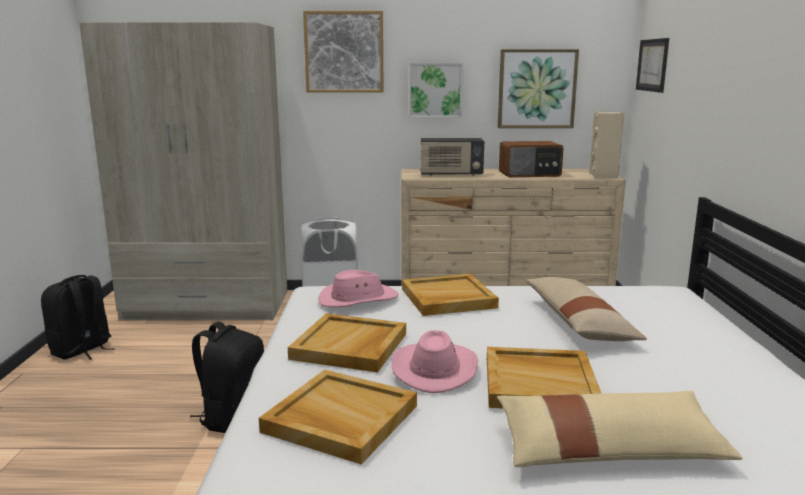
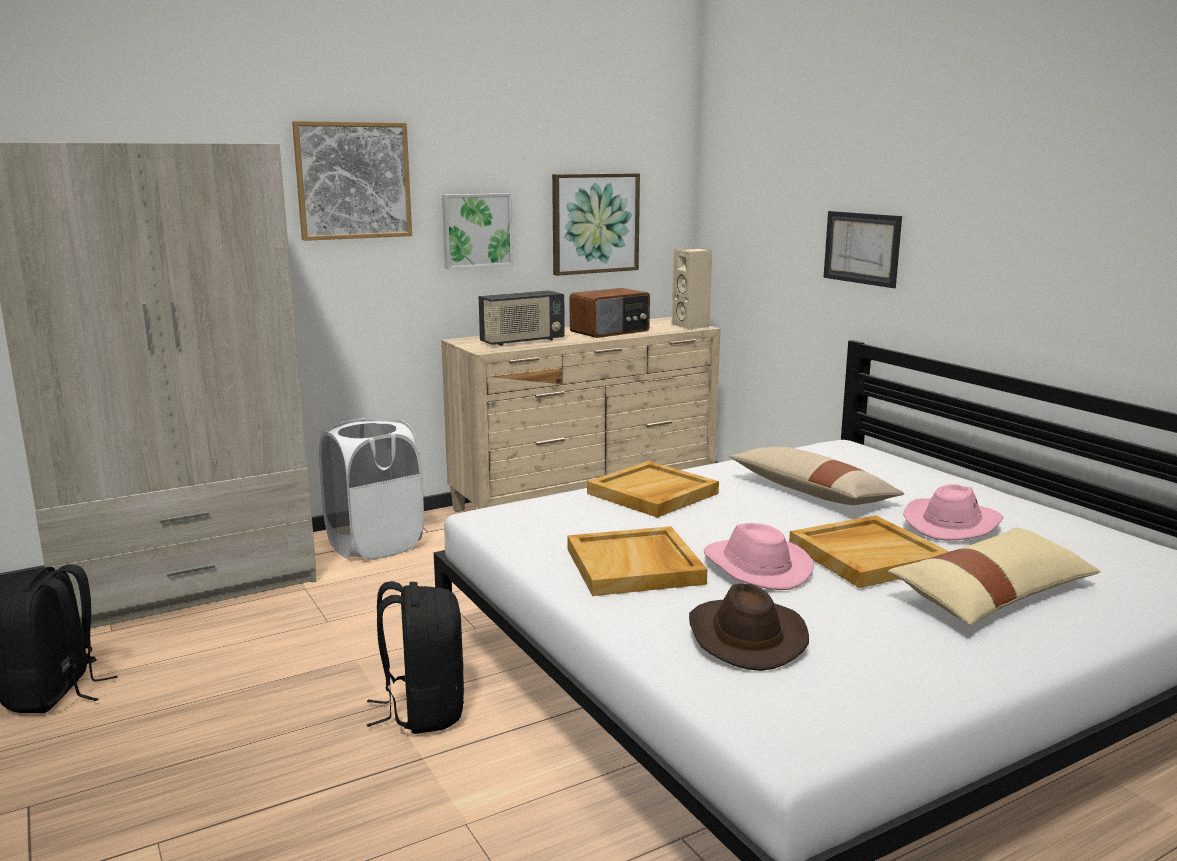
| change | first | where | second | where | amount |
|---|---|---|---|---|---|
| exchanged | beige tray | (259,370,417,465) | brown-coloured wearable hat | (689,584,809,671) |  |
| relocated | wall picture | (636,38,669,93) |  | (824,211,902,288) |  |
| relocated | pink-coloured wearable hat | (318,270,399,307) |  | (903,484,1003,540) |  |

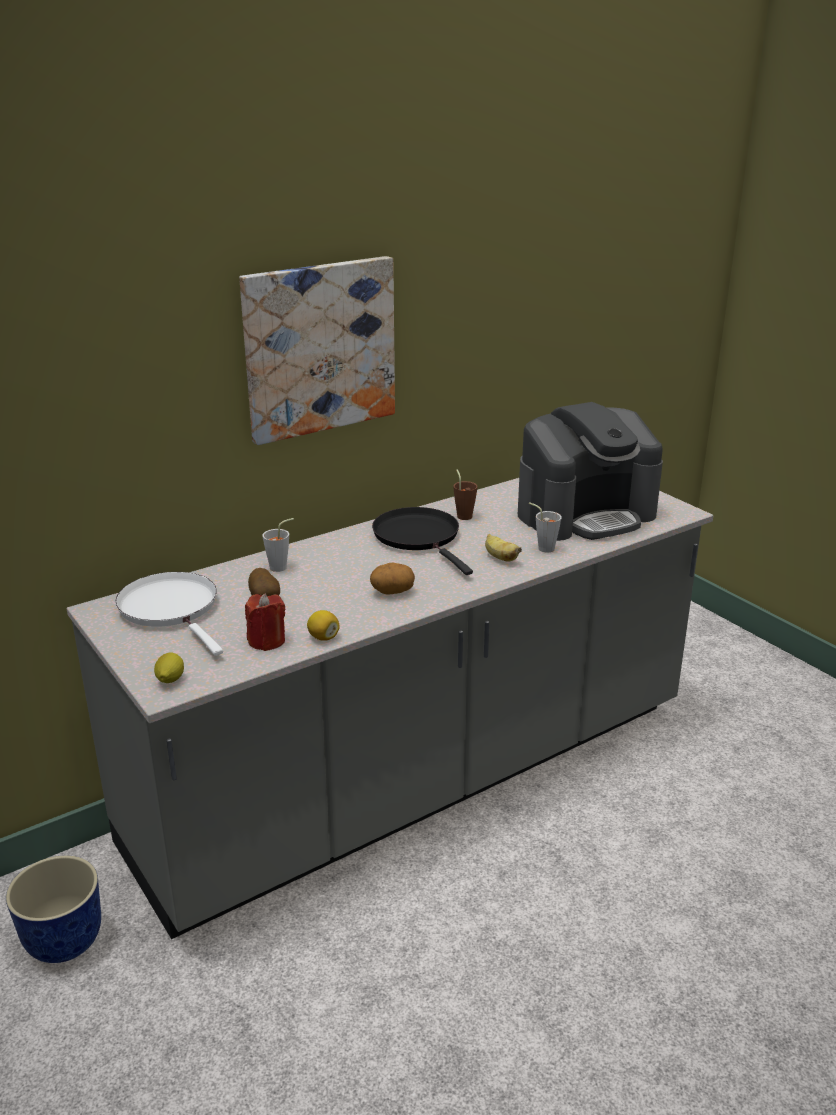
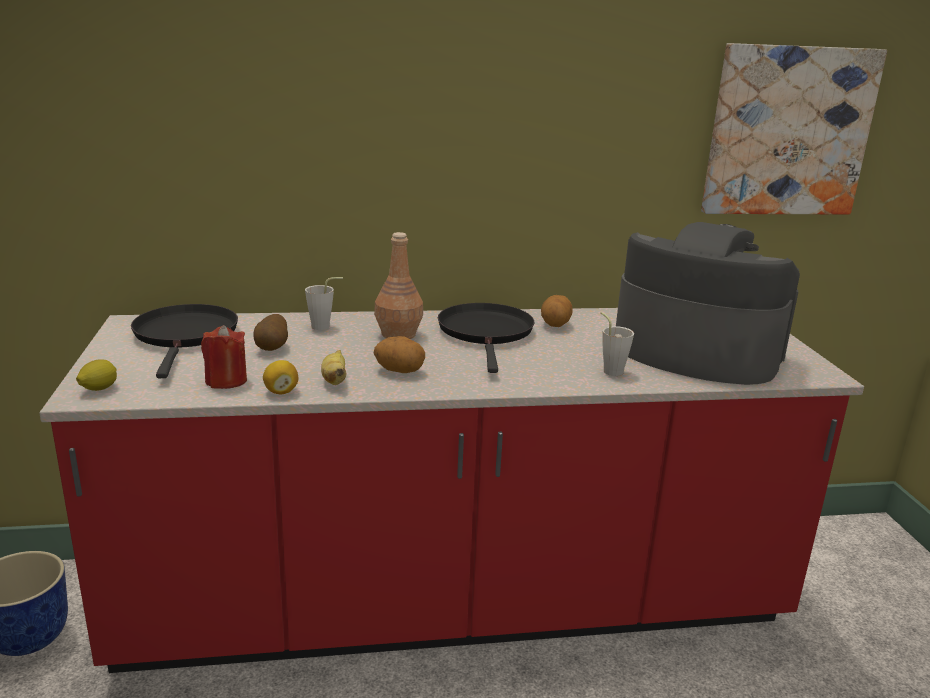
| change | first | where | second | where | amount |
|---|---|---|---|---|---|
| colour | grey kitchen base unit | (67,478,713,939) | reddish kitchen base unit | (39,308,864,673) |  |
| colour | white-coloured frying pan | (115,572,223,656) | black-coloured frying pan | (131,304,238,378) |  |
| relocated | whole banana | (485,534,522,561) |  | (321,350,346,385) |  |
| appeared |  |  | brown-coloured drink bottle | (374,232,423,339) |  |
| exchanged | brown-coloured drinking cup | (453,470,478,520) | whole potato | (541,295,573,327) |  |
| spun | coffee maker | (518,402,663,541) |  | (616,222,800,385) | 150 degrees counterclockwise |
| relocated | wall picture | (239,256,395,445) |  | (701,43,887,215) |  |

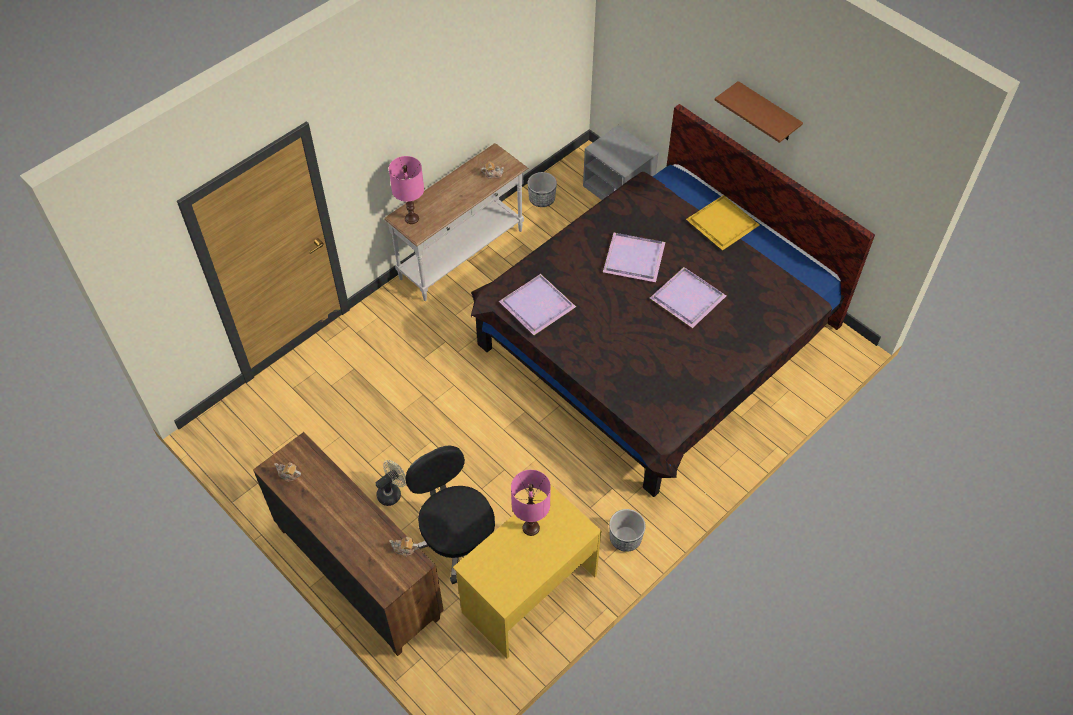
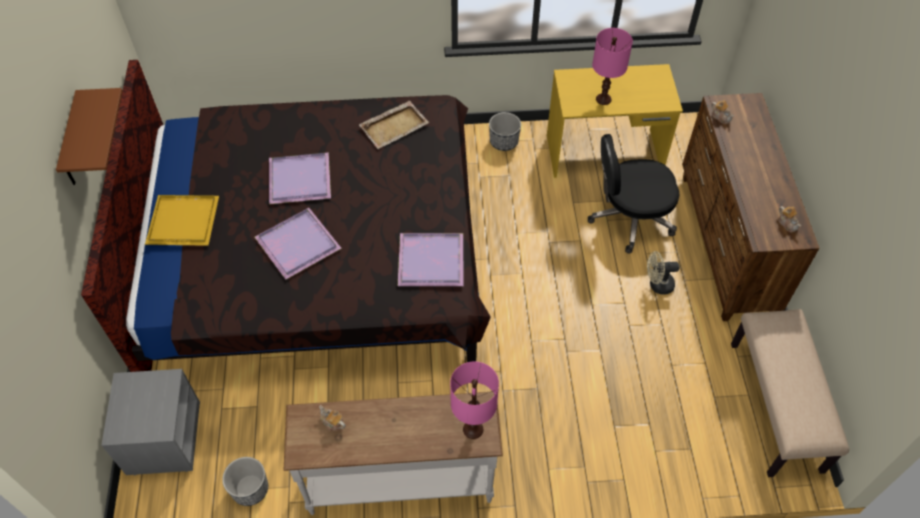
| change | first | where | second | where | amount |
|---|---|---|---|---|---|
| appeared |  |  | beige tray | (359,101,429,149) |  |
| spun | black-coloured office chair | (406,446,495,584) |  | (588,134,680,253) | 75 degrees clockwise |
| appeared |  |  | beige long seat | (731,309,849,477) |  |

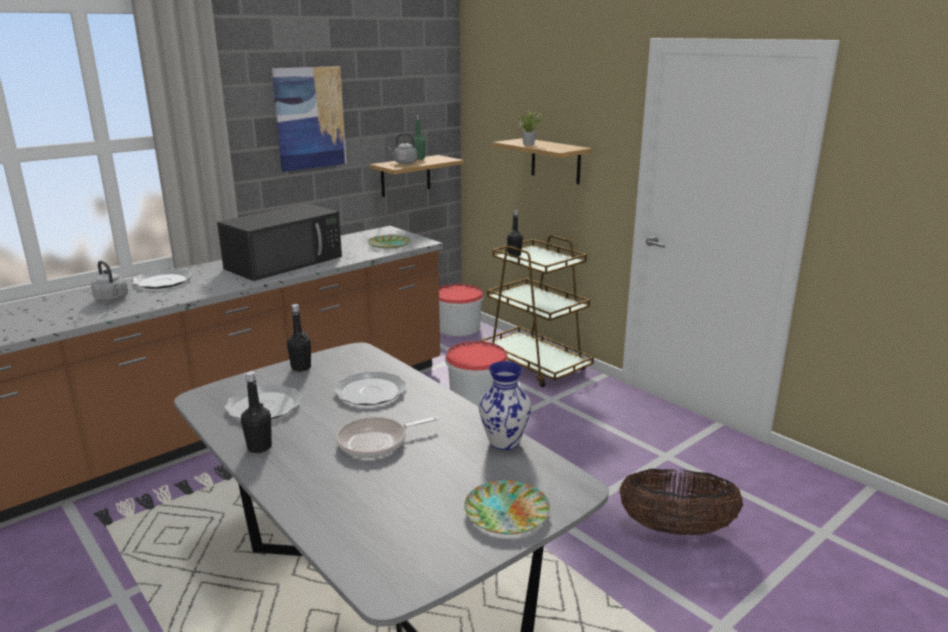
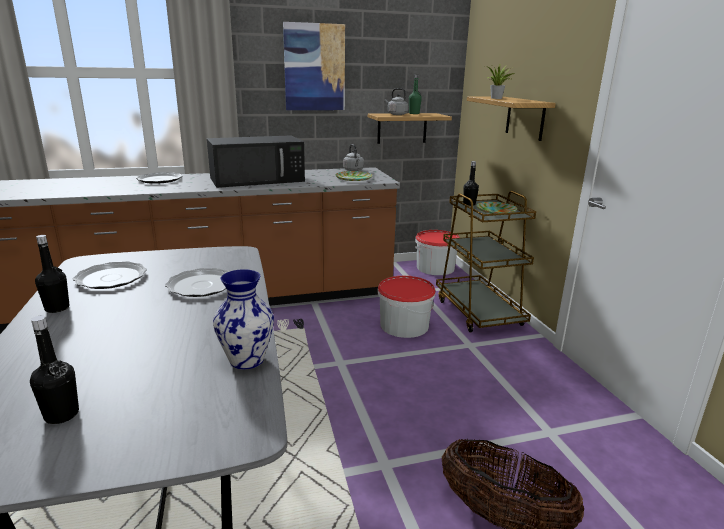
| change | first | where | second | where | amount |
|---|---|---|---|---|---|
| relocated | black-coloured drink bottle | (287,304,311,372) |  | (30,316,79,424) |  |
| relocated | grey water kettle | (91,261,128,302) |  | (343,144,364,171) |  |
| relocated | dinner plate | (464,480,550,535) |  | (476,202,517,214) |  |
| missing | frying pan | (336,417,439,458) |  |  |  |

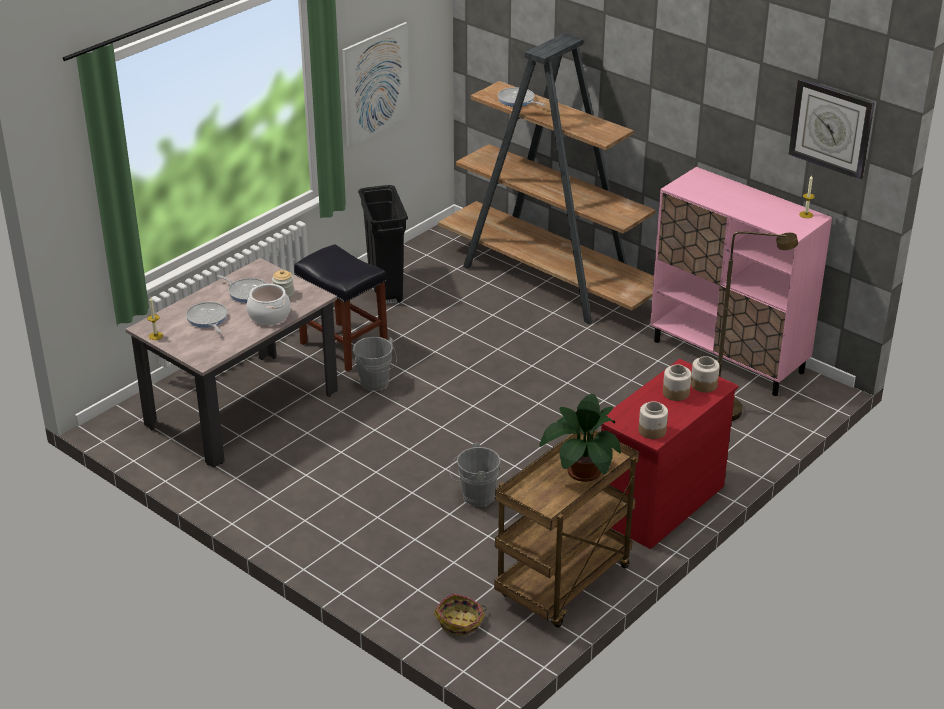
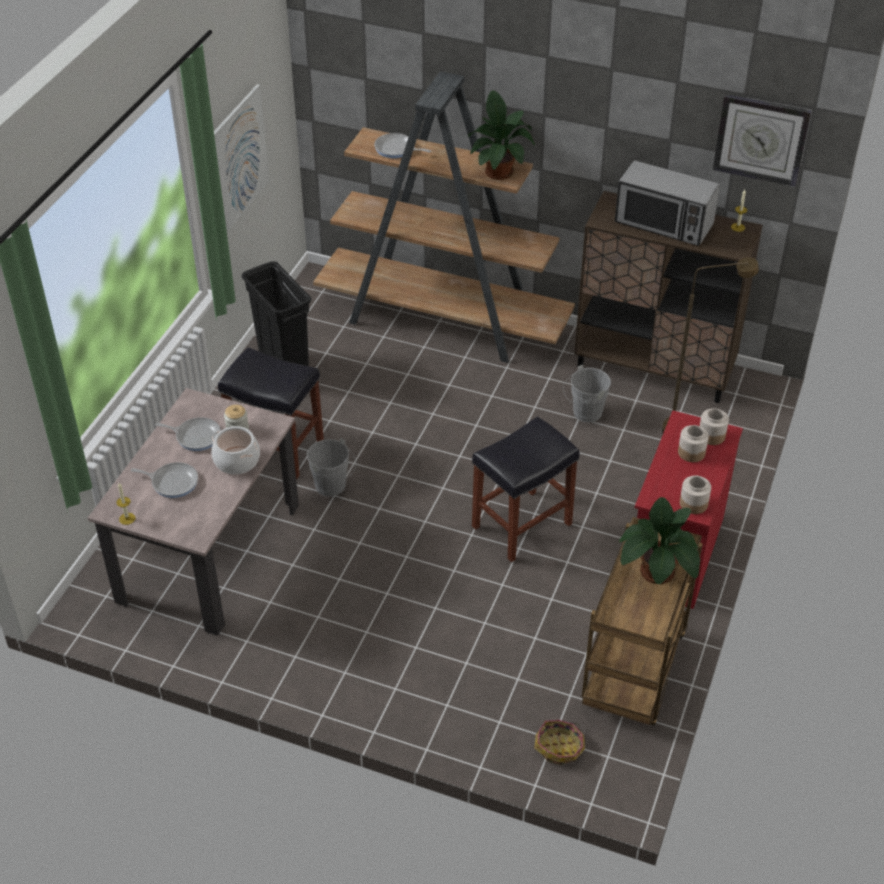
| change | first | where | second | where | amount |
|---|---|---|---|---|---|
| spun | frying pan | (186,302,227,333) |  | (131,462,198,498) | 150 degrees clockwise |
| appeared |  |  | houseplant | (468,90,535,180) |  |
| appeared |  |  | black-coloured stool seat | (472,416,580,562) |  |
| relocated | grey water bucket | (449,443,501,507) |  | (563,365,611,422) |  |
| colour | pink-coloured cupboard | (650,167,832,396) | brown-coloured cupboard | (574,191,763,403) |  |
| appeared |  |  | kitchen microwave | (615,161,720,246) |  |

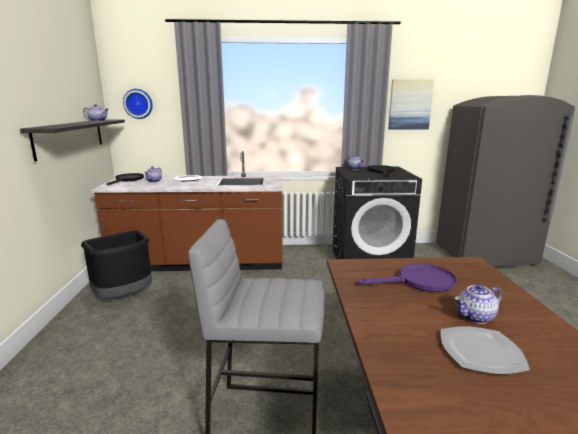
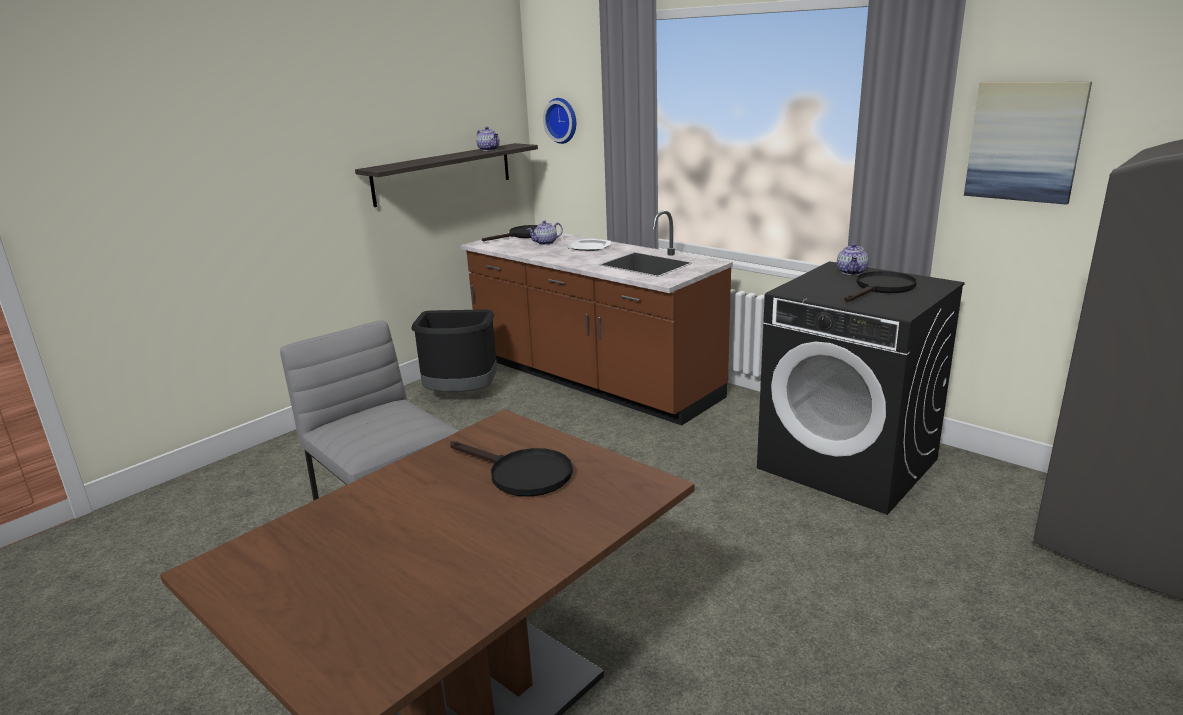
| change | first | where | second | where | amount |
|---|---|---|---|---|---|
| colour | purplish frying pan | (357,264,457,292) | black-coloured frying pan | (450,441,573,497) |  |
| missing | dinner plate | (441,326,530,374) |  |  |  |
| missing | pot for tea | (454,284,502,324) |  |  |  |

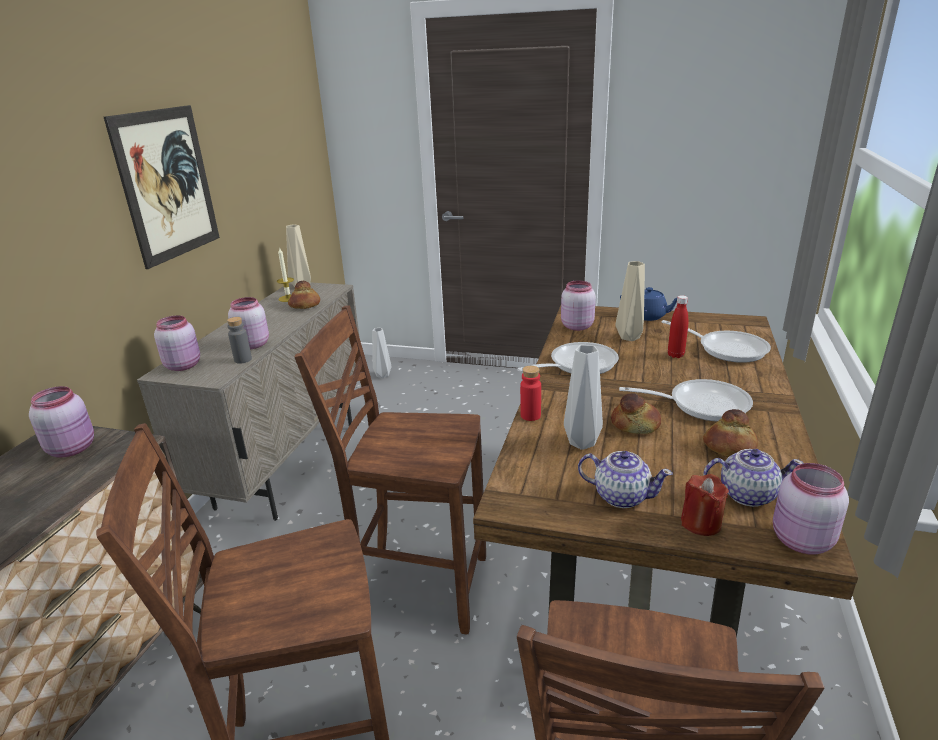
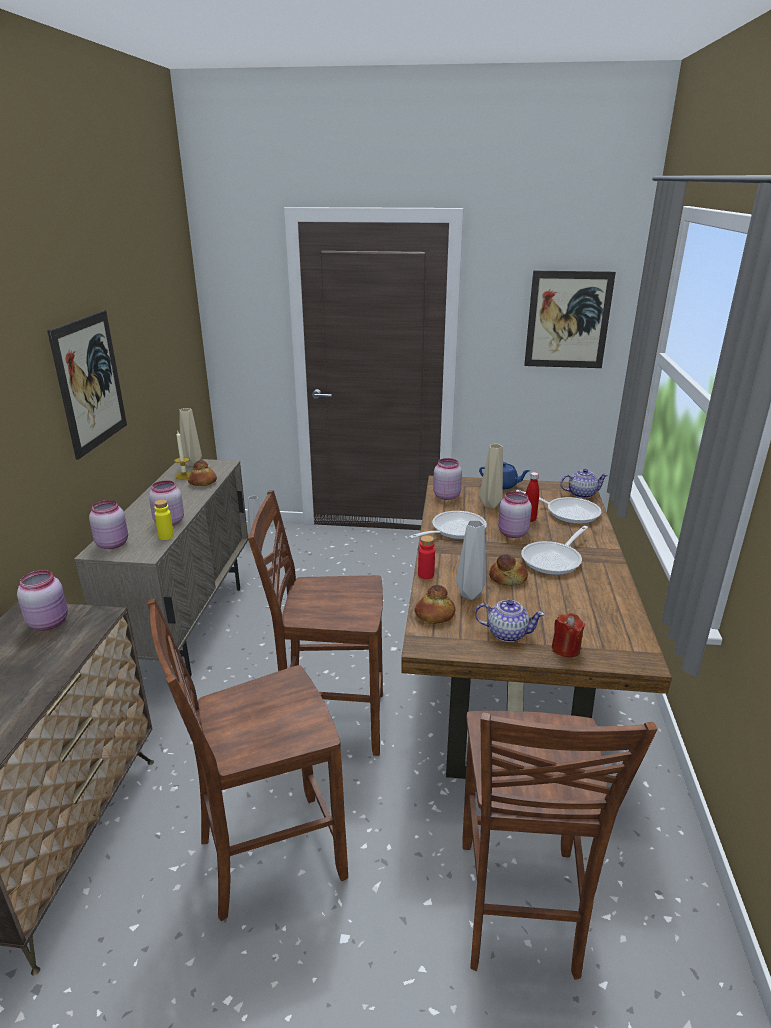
| change | first | where | second | where | amount |
|---|---|---|---|---|---|
| colour | grey drink bottle | (227,317,252,364) | yellow drink bottle | (154,499,174,540) |  |
| relocated | bread | (703,409,758,457) |  | (414,585,455,624) |  |
| relocated | pink-coloured storage jar | (773,463,849,555) |  | (498,491,532,538) |  |
| spun | frying pan | (619,379,753,422) |  | (521,526,588,575) | 135 degrees clockwise |
| appeared |  |  | wall picture | (524,271,616,368) |  |
| relocated | pot for tea | (703,449,803,507) |  | (560,469,608,499) |  |

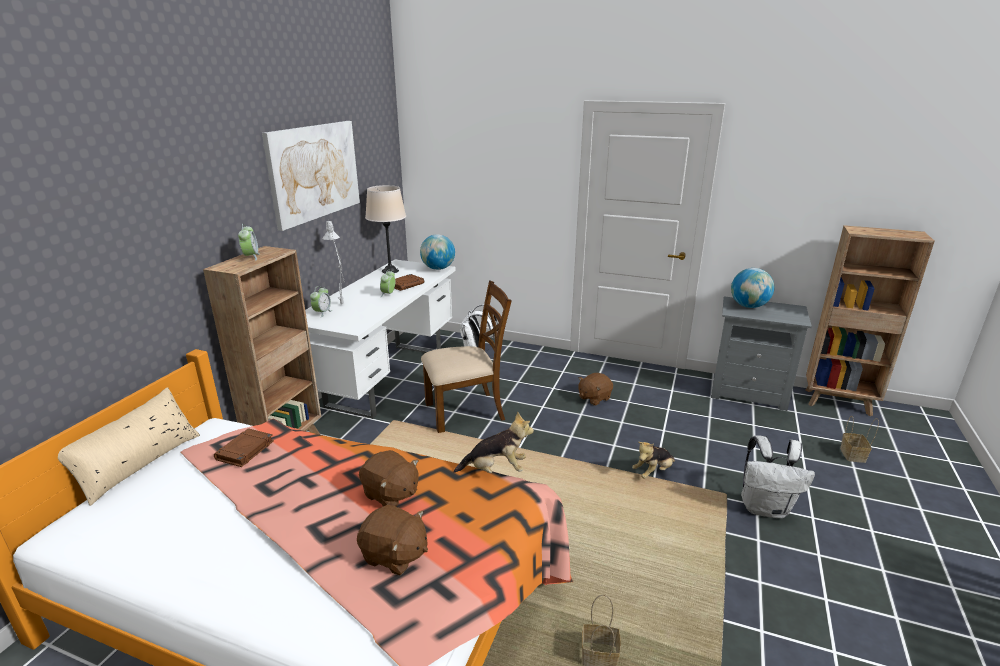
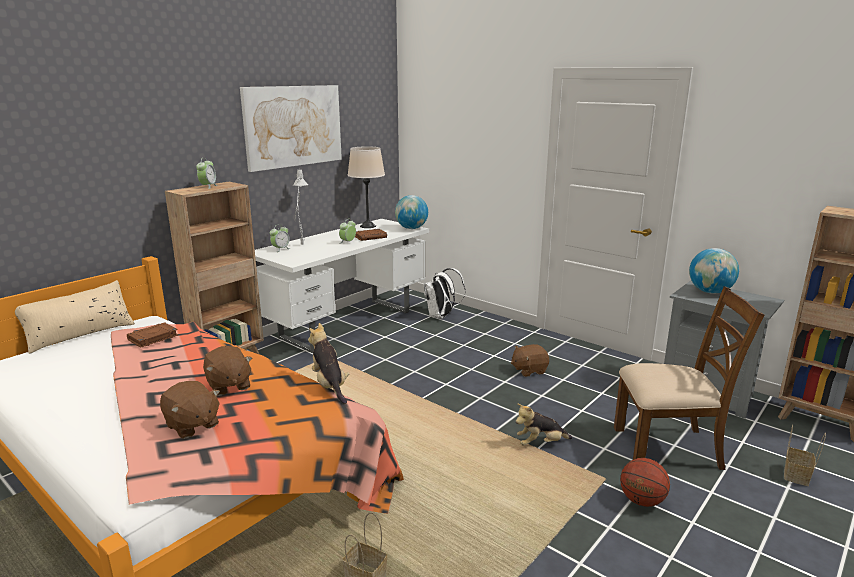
| change | first | where | second | where | amount |
|---|---|---|---|---|---|
| spun | cuddly toy | (453,411,534,473) |  | (308,323,349,404) | 135 degrees counterclockwise |
| relocated | brown-coloured chair | (421,280,512,433) |  | (614,286,764,470) |  |
| exchanged | white-coloured rucksack | (741,435,815,518) | basketball | (620,458,670,507) |  |

